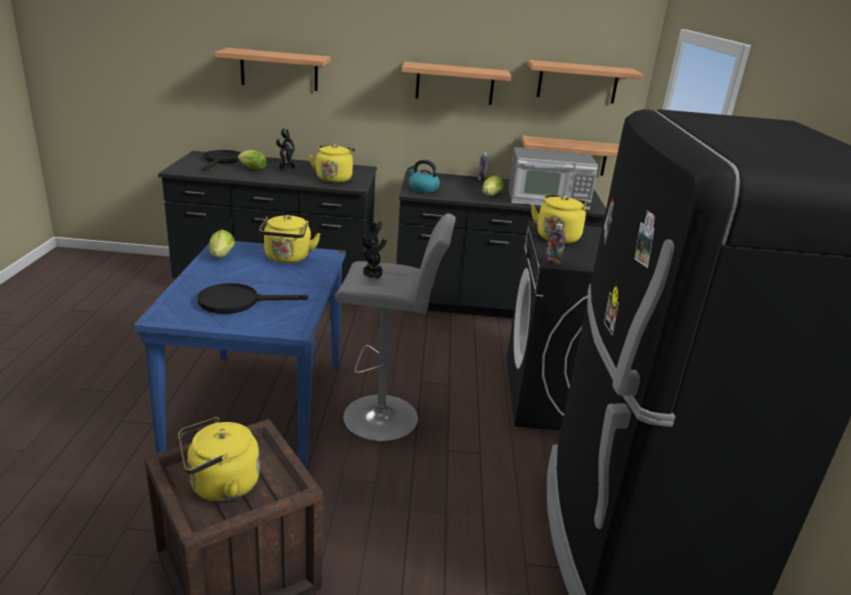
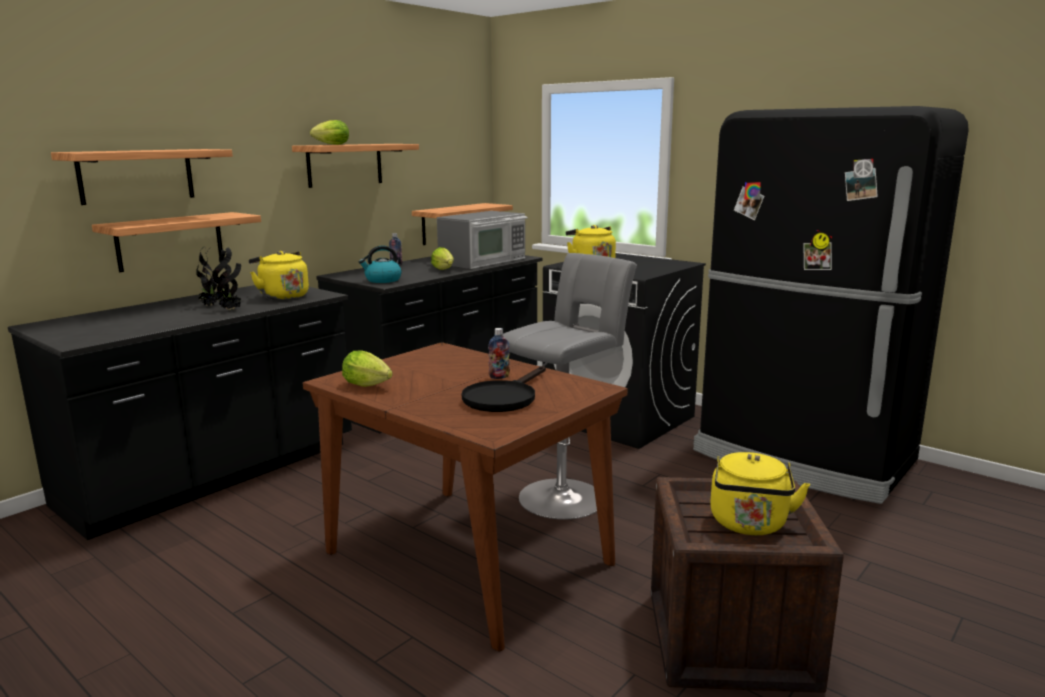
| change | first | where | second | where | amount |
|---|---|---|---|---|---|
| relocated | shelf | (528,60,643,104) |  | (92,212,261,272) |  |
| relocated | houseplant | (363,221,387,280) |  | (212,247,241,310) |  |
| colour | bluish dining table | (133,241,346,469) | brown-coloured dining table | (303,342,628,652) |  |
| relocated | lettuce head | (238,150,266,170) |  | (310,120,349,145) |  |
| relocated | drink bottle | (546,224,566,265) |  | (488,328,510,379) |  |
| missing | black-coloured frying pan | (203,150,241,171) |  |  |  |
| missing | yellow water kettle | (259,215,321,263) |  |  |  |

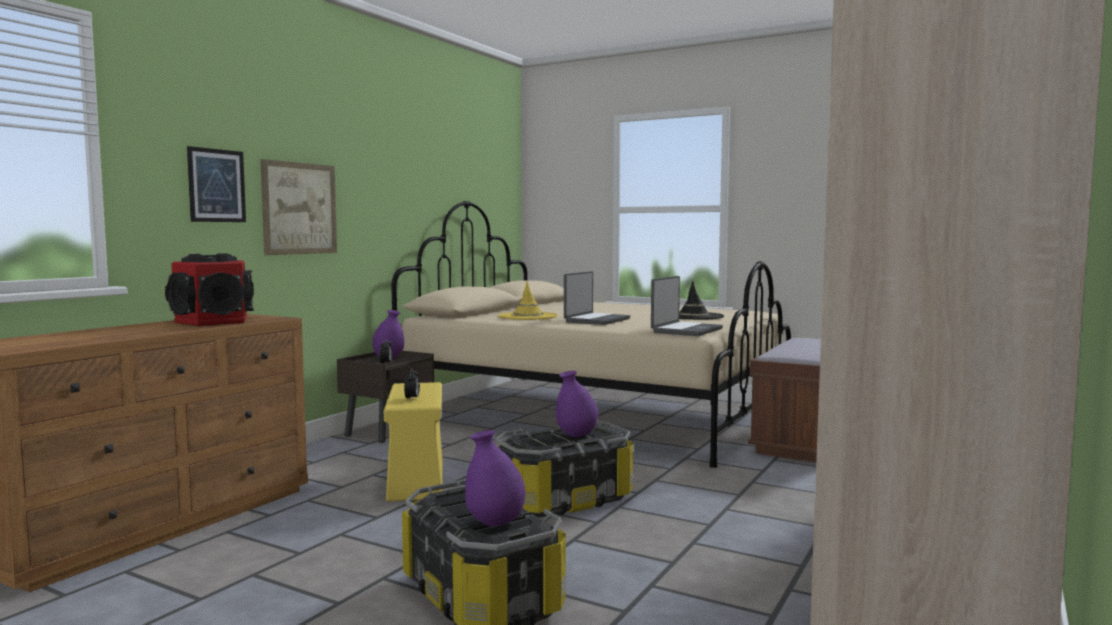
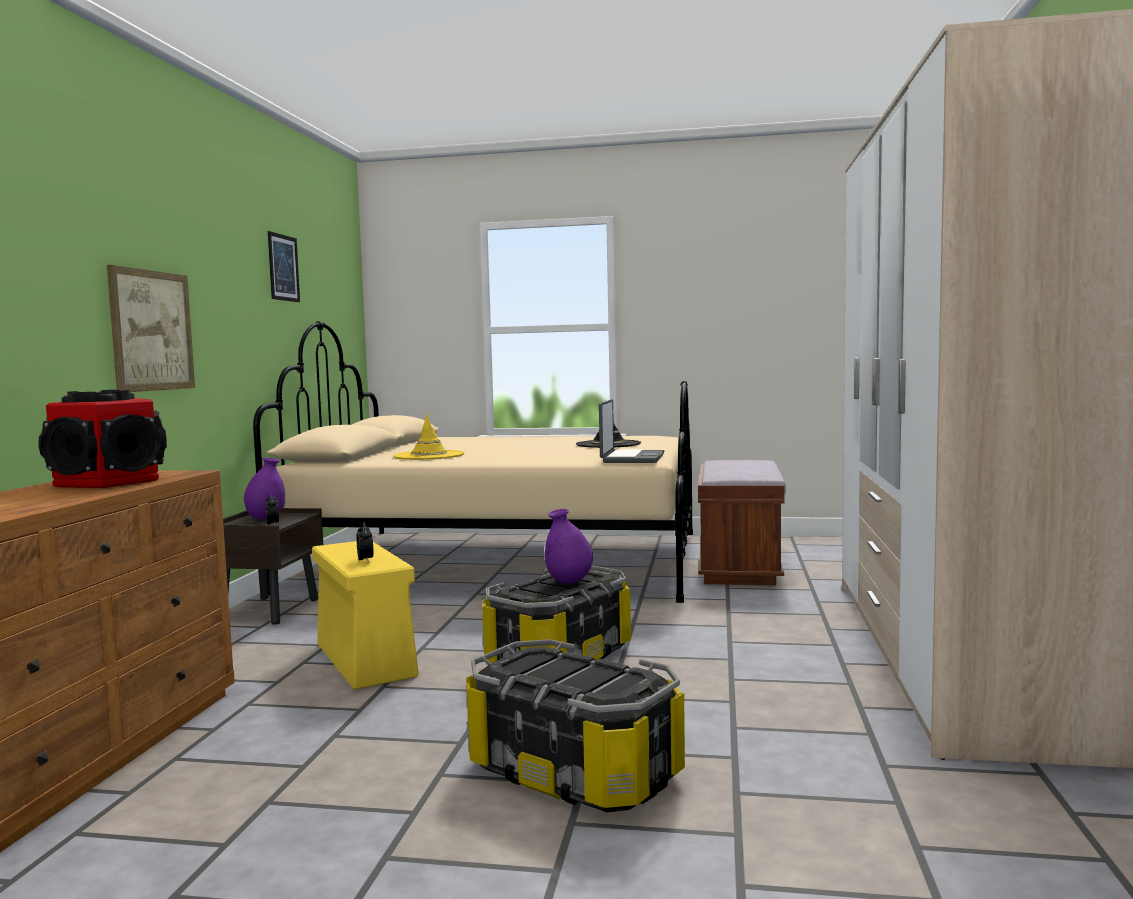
| change | first | where | second | where | amount |
|---|---|---|---|---|---|
| relocated | wall picture | (187,146,246,222) |  | (268,231,300,302) |  |
| missing | purplish vase | (465,430,525,526) |  |  |  |
| missing | laptop | (564,271,630,325) |  |  |  |

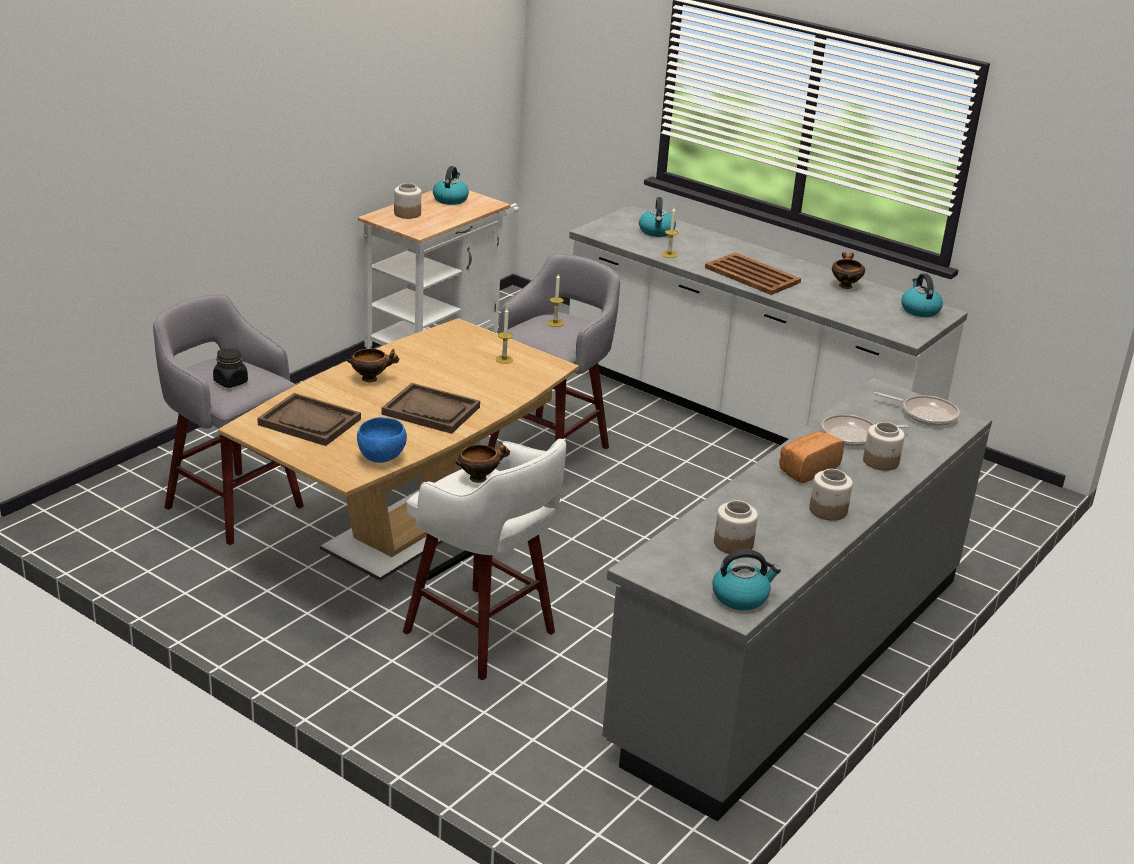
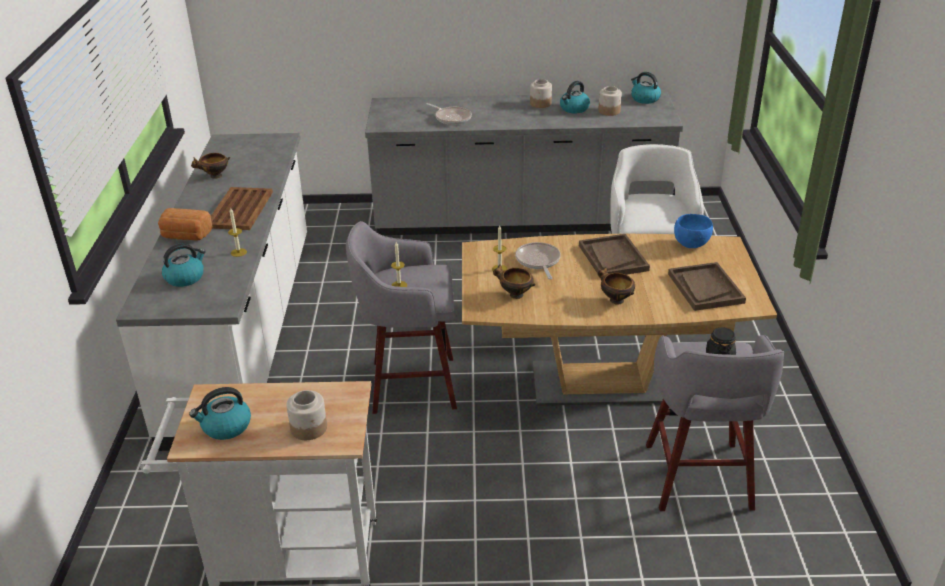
| change | first | where | second | where | amount |
|---|---|---|---|---|---|
| relocated | bread | (779,431,844,483) |  | (158,208,213,241) |  |
| relocated | deep dish | (455,441,510,483) |  | (493,264,535,299) |  |
| relocated | frying pan | (874,392,960,426) |  | (515,242,561,279) |  |
| relocated | water kettle | (901,274,943,317) |  | (560,81,590,113) |  |
| missing | storage jar | (863,422,905,471) |  |  |  |

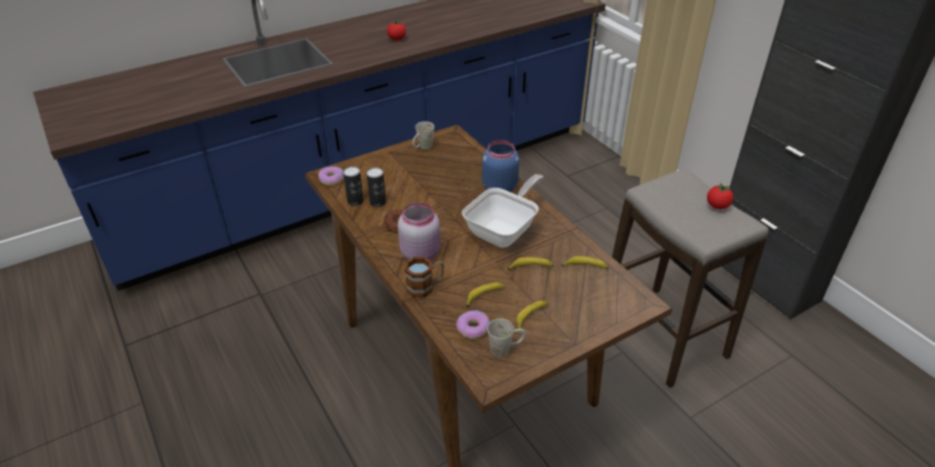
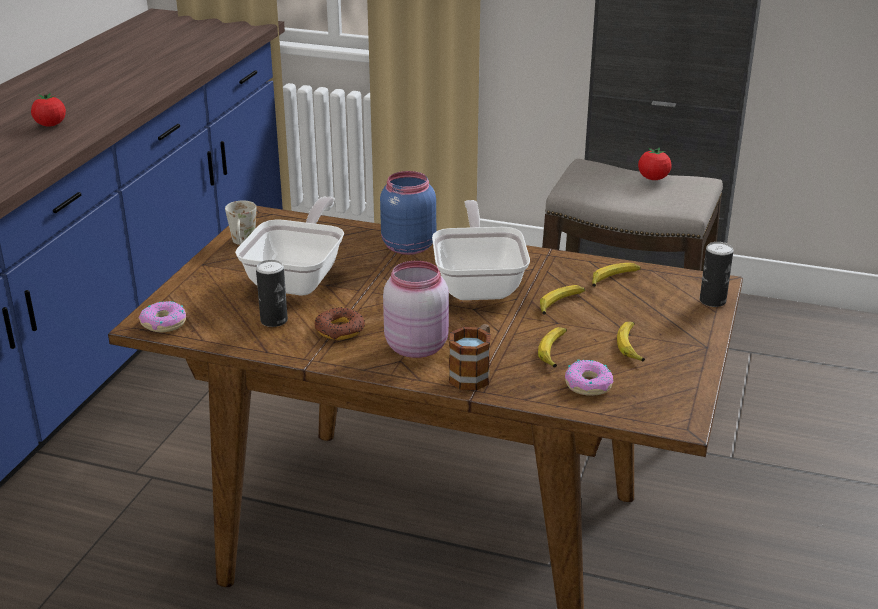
| change | first | where | second | where | amount |
|---|---|---|---|---|---|
| appeared |  |  | frying pan | (235,196,344,295) |  |
| relocated | metal can | (343,166,364,206) |  | (700,242,734,307) |  |
| missing | white-coloured coffee mug | (487,318,526,357) |  |  |  |

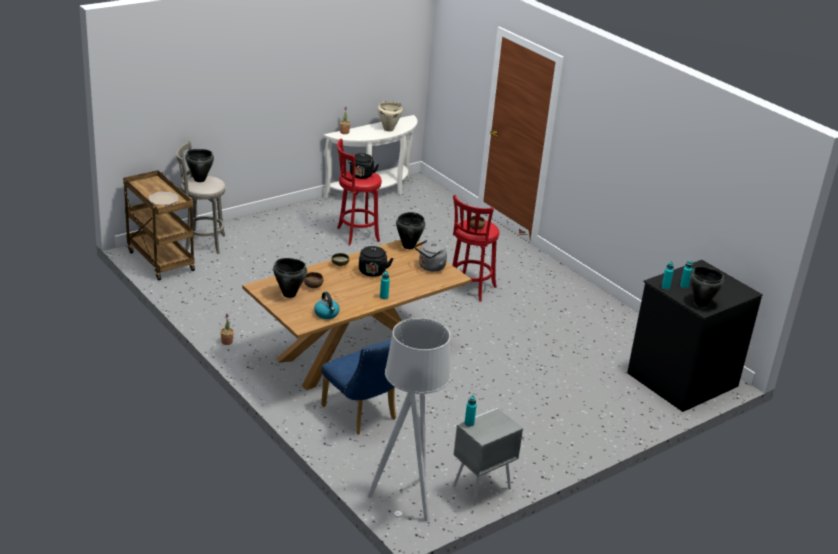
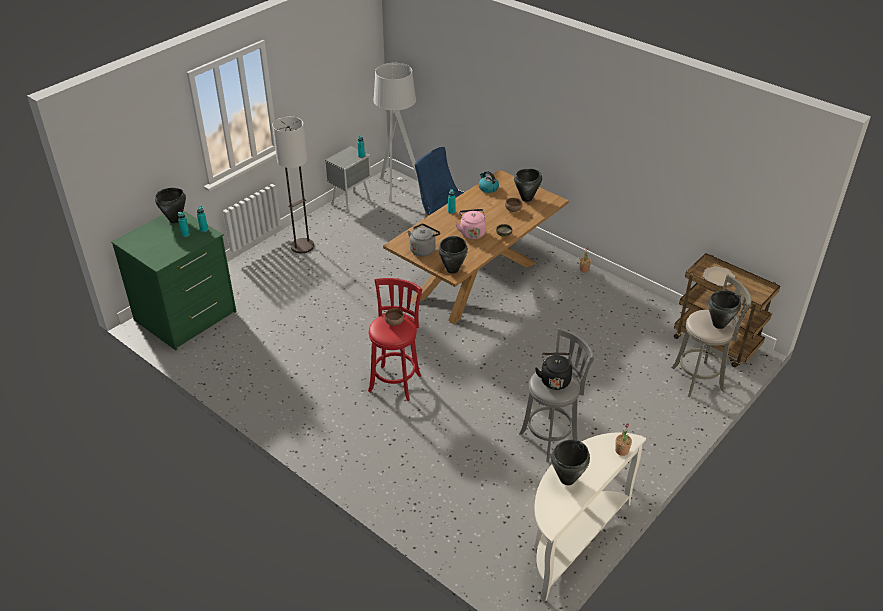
| change | first | where | second | where | amount |
|---|---|---|---|---|---|
| colour | black-coloured dresser | (627,260,763,412) | green-coloured dresser | (111,210,237,350) |  |
| appeared |  |  | standard lamp | (272,117,314,253) |  |
| colour | black-coloured water kettle | (359,246,393,277) | pink-coloured water kettle | (455,209,486,239) |  |
| colour | reddish stool seat | (337,138,382,245) | grey stool seat | (519,328,594,462) |  |
| colour | beige cooking pot | (378,101,403,131) | black-coloured cooking pot | (551,440,590,485) |  |

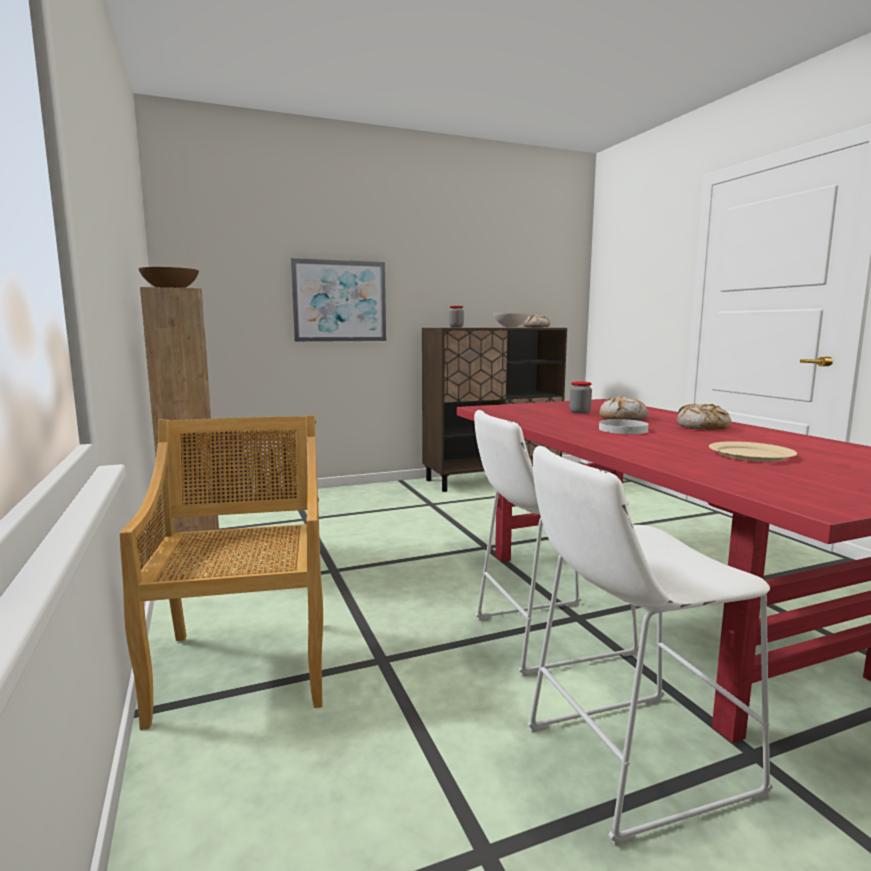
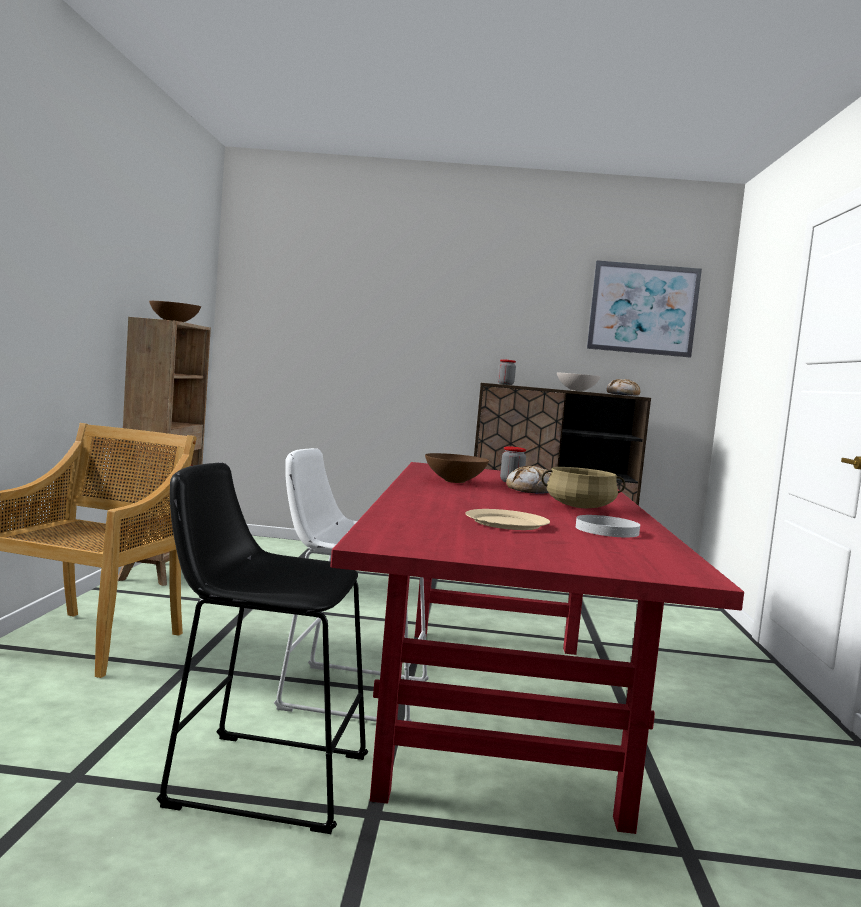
| change | first | where | second | where | amount |
|---|---|---|---|---|---|
| colour | white-coloured stool seat | (528,446,773,846) | black-coloured stool seat | (156,462,368,834) |  |
| appeared |  |  | brown-coloured deep dish | (425,453,489,483) |  |
| exchanged | bread | (677,404,731,430) | beige cooking pot | (541,467,626,508) |  |
| relocated | white-coloured dinner plate | (599,419,648,434) |  | (576,515,640,537) |  |
| relocated | wall picture | (291,258,386,342) |  | (587,260,702,357) |  |

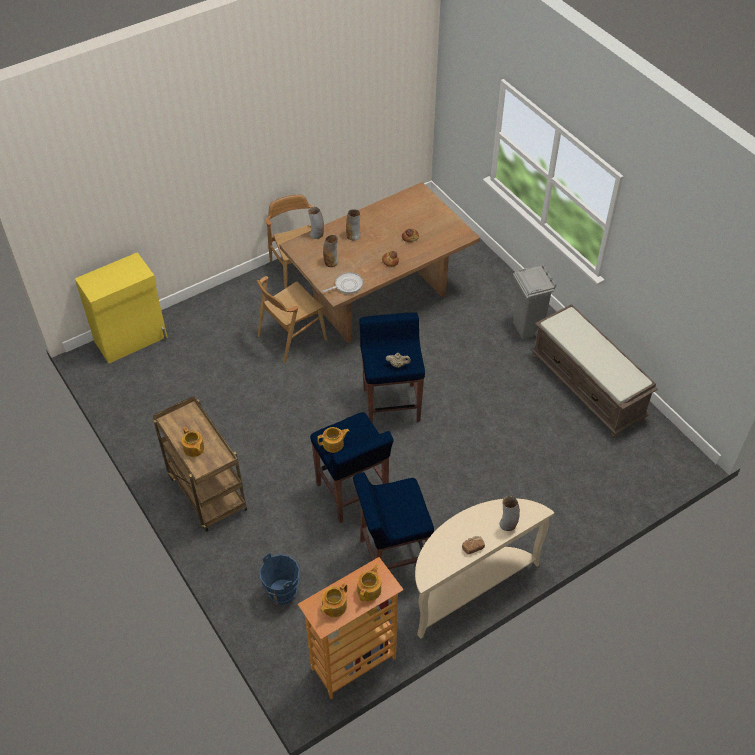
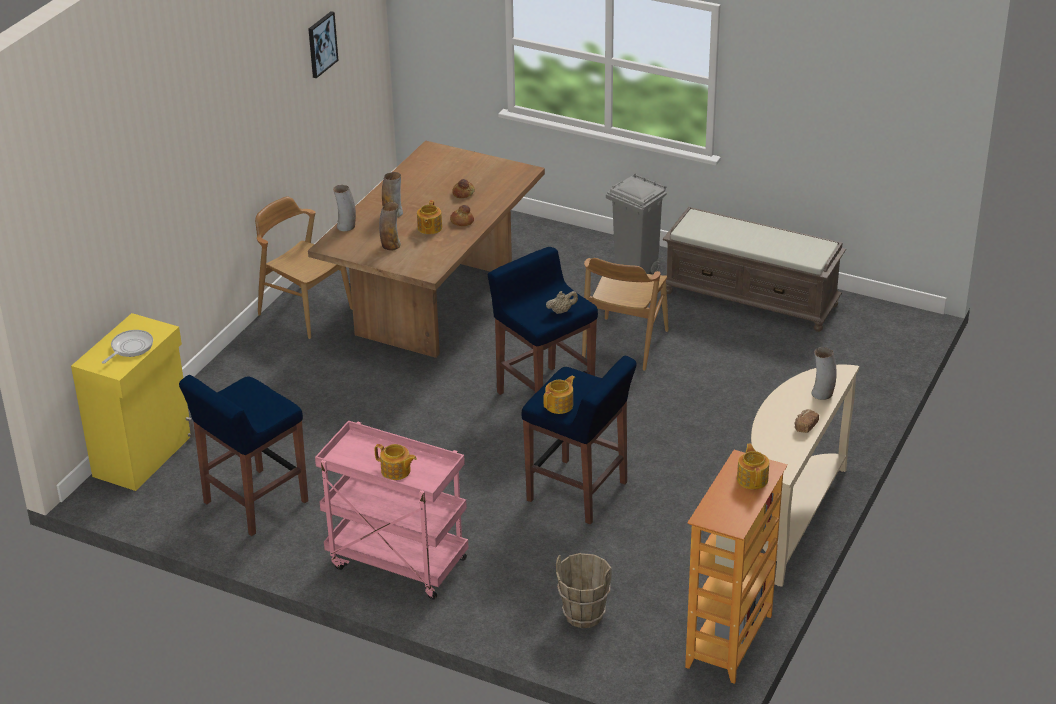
| change | first | where | second | where | amount |
|---|---|---|---|---|---|
| relocated | frying pan | (322,272,363,294) |  | (102,330,153,364) |  |
| relocated | bluish stool seat | (353,472,434,569) |  | (179,375,308,536) |  |
| appeared |  |  | wall picture | (308,11,339,78) |  |
| colour | brown-coloured cart | (153,396,247,532) | pink-coloured cart | (315,420,468,600) |  |
| relocated | pot for tea | (320,583,347,617) |  | (417,200,442,234) |  |
| colour | bluish water bucket | (260,553,300,604) | brown-coloured water bucket | (556,553,612,628) |  |
| relocated | brown-coloured chair | (257,276,327,364) |  | (582,258,669,371) |  |

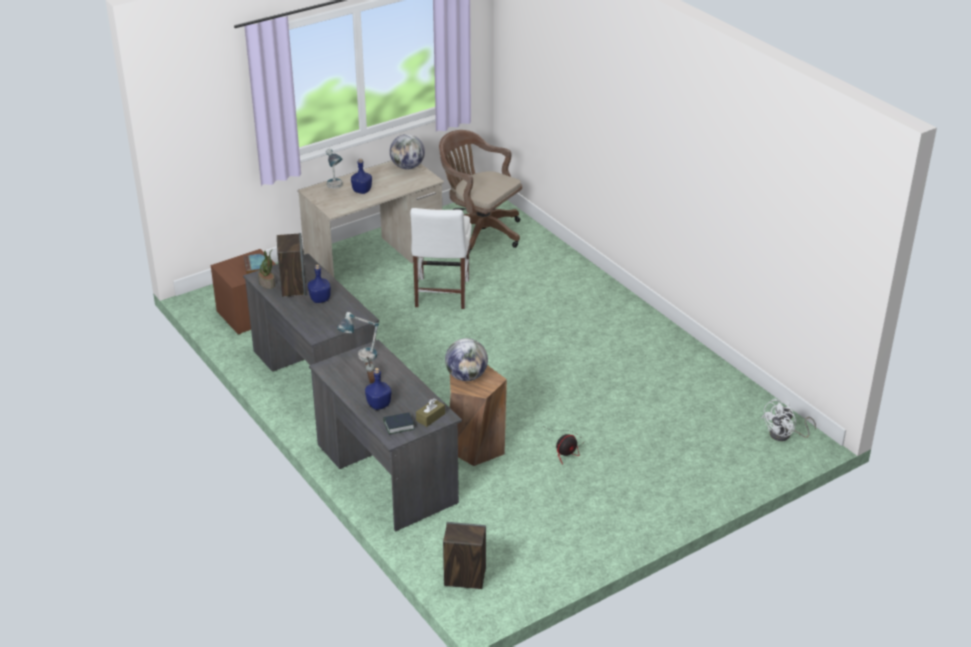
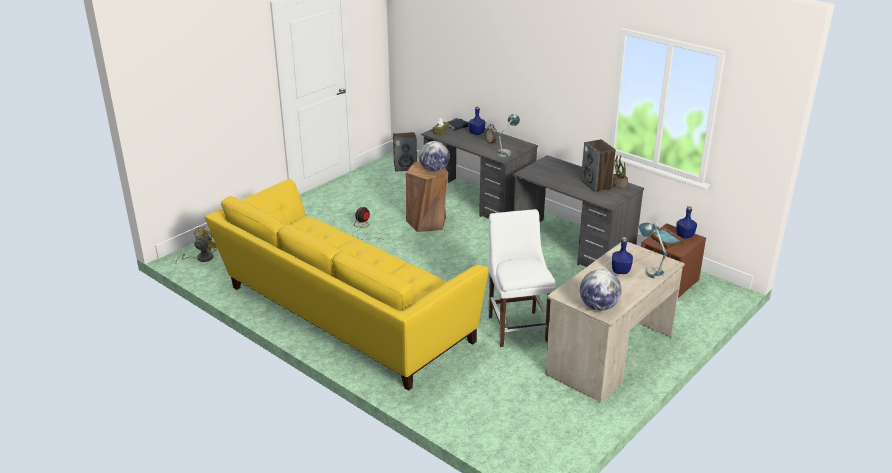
| change | first | where | second | where | amount |
|---|---|---|---|---|---|
| colour | white-coloured cooling fan | (761,399,816,441) | yellow cooling fan | (175,226,217,264) |  |
| appeared |  |  | yellow sofa | (205,179,489,391) |  |
| relocated | bluish drink bottle | (308,265,331,303) |  | (676,206,697,239) |  |
| missing | brown-coloured office chair | (439,130,522,253) |  |  |  |

